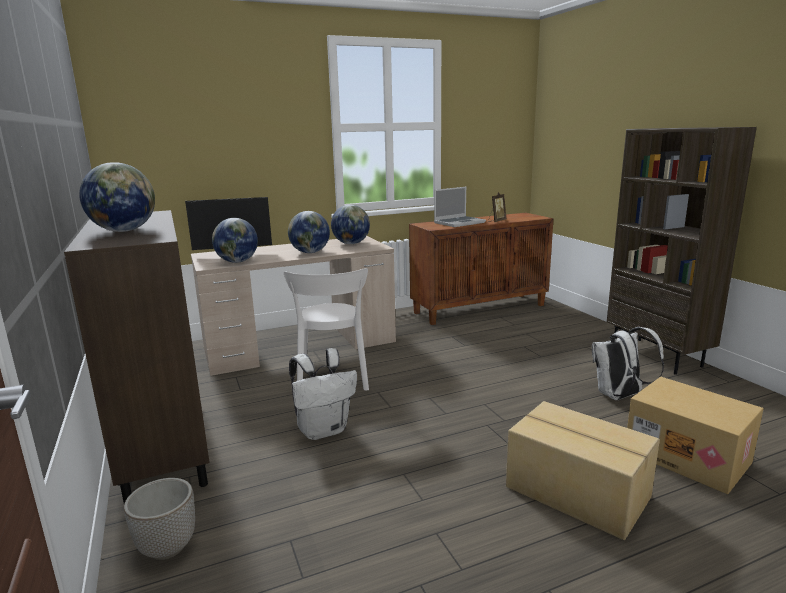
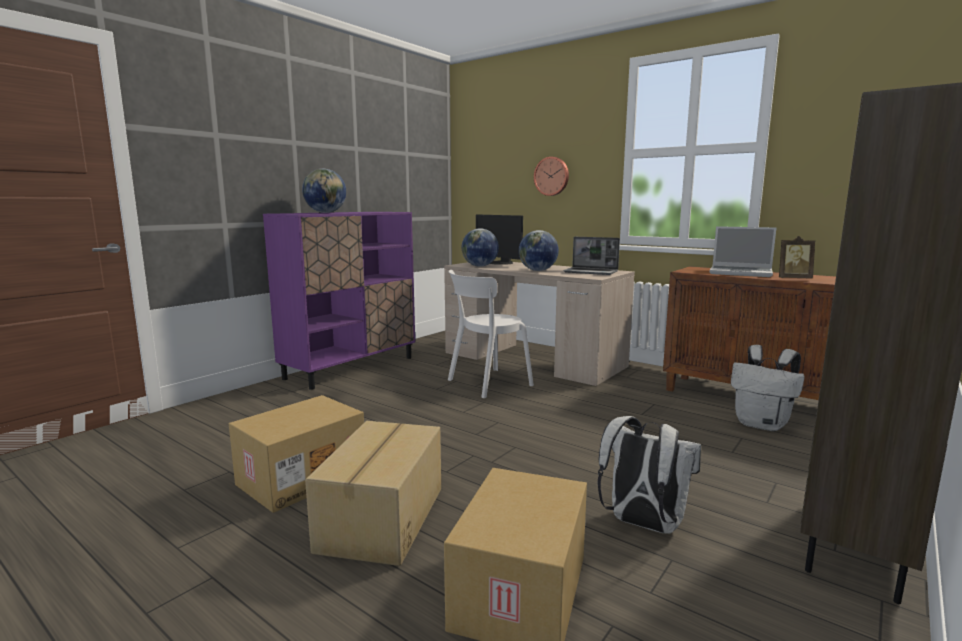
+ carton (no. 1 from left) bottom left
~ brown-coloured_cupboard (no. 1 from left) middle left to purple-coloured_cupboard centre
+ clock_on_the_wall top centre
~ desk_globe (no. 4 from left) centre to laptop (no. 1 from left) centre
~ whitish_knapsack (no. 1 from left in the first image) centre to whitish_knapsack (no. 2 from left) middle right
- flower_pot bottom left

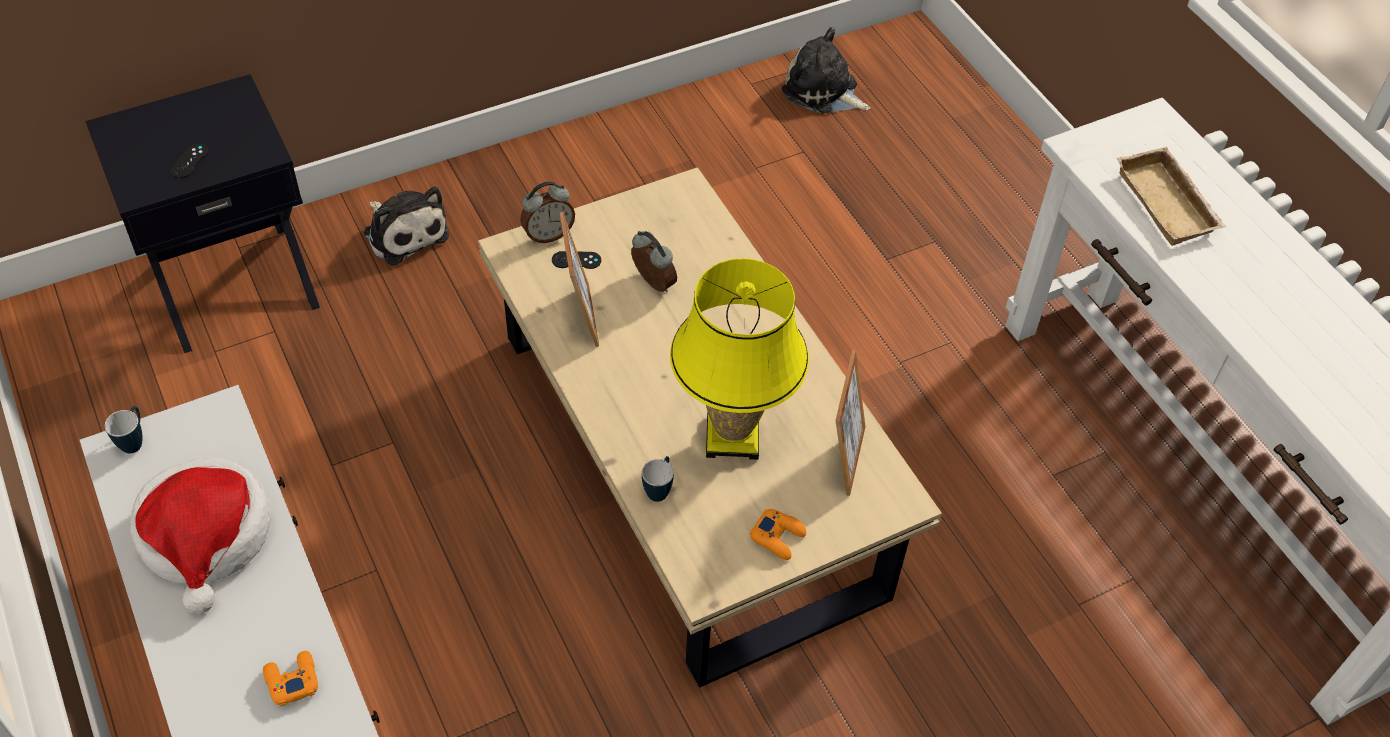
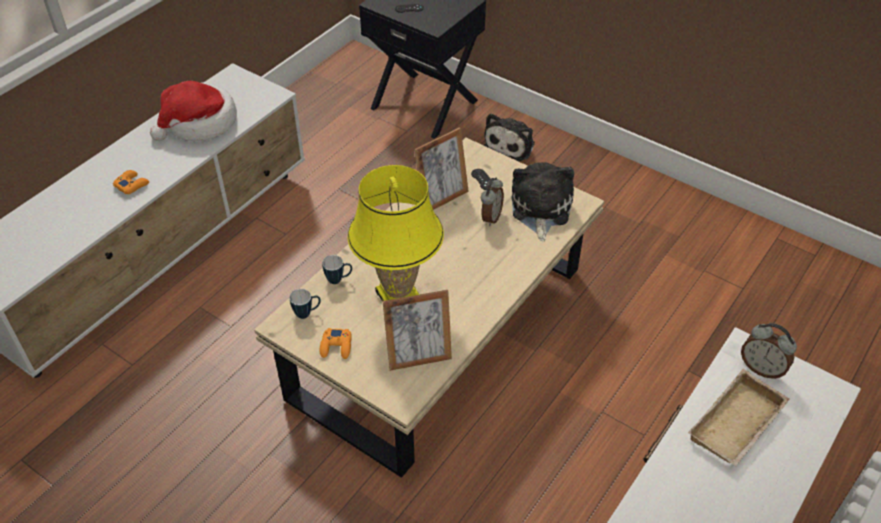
~ coffee_mug (no. 1 from left) middle left to centre
~ soft_toy (no. 2 from left) top centre to centre
~ table_clock (no. 1 from left in the first image) top centre to table_clock (no. 2 from left) bottom right

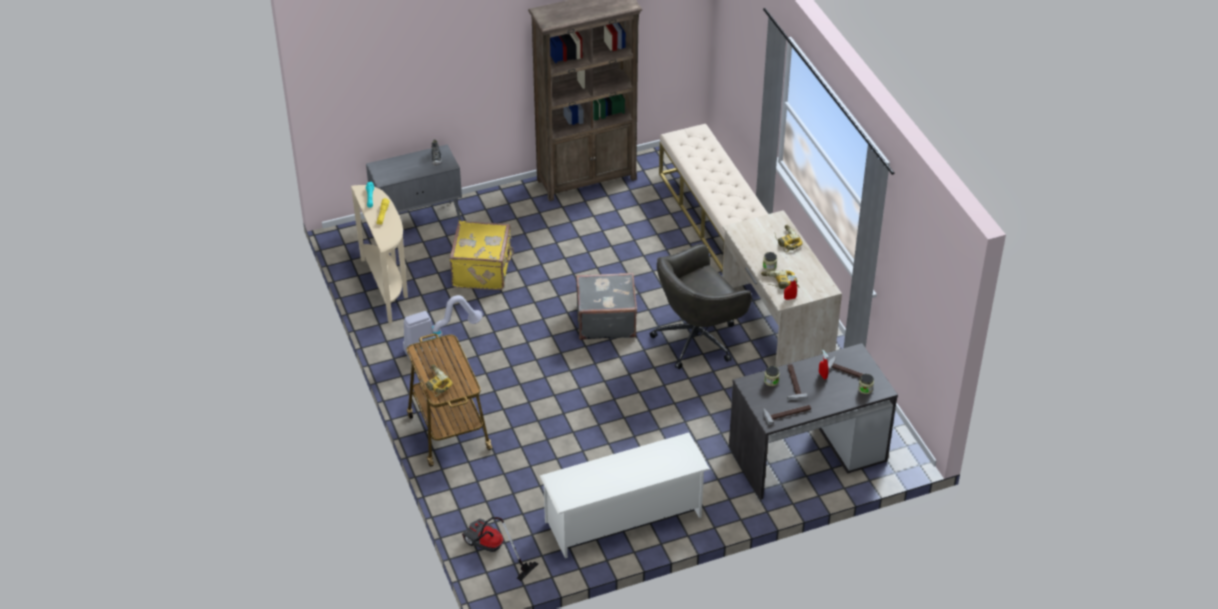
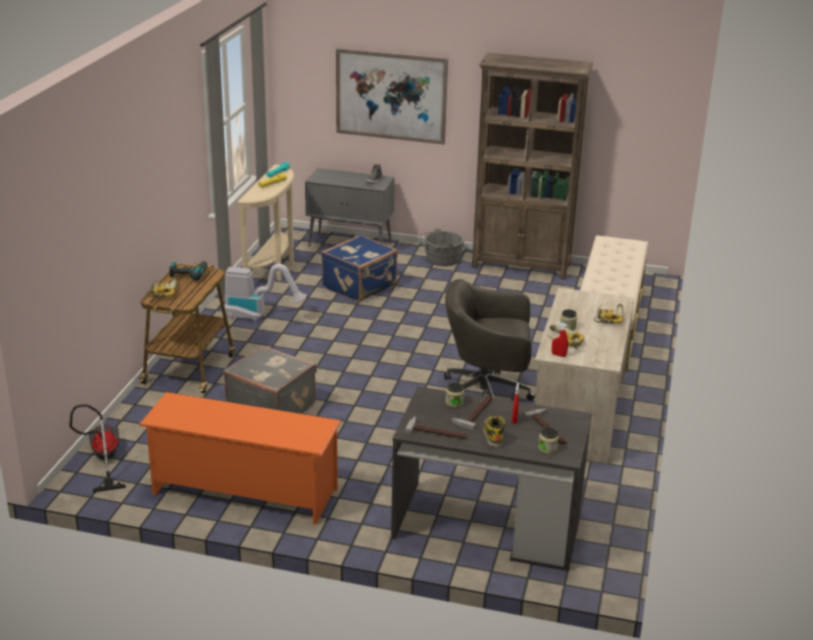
~ whitish_shoe_rack bottom centre to orange-coloured_shoe_rack bottom left
+ power_drill (no. 2 from left) middle left
~ gray_travel_case centre to middle left
~ yellow_travel_case centre to blue_travel_case centre
+ wall_picture top centre
+ gray_pail centre
+ high-top_boot bottom centre

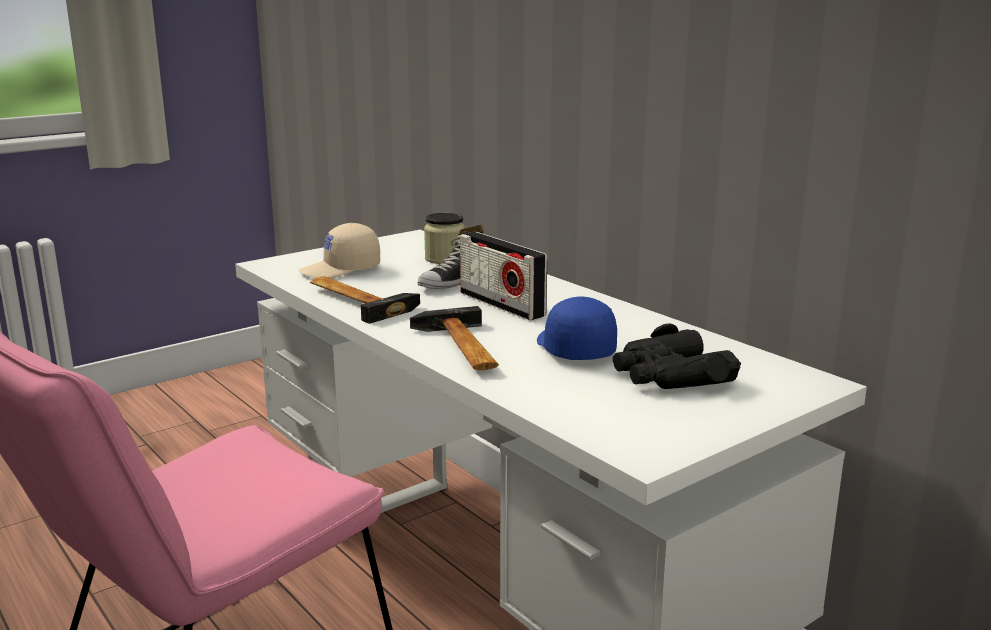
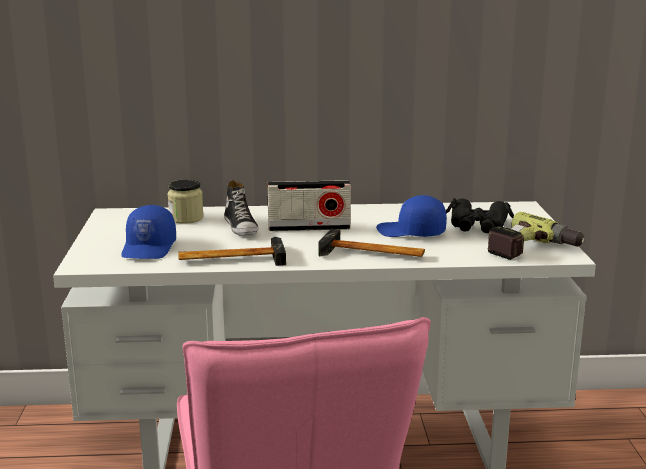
~ sand-coloured_peaked_cap centre to blue_peaked_cap (no. 1 from left) middle left
+ power_drill middle right

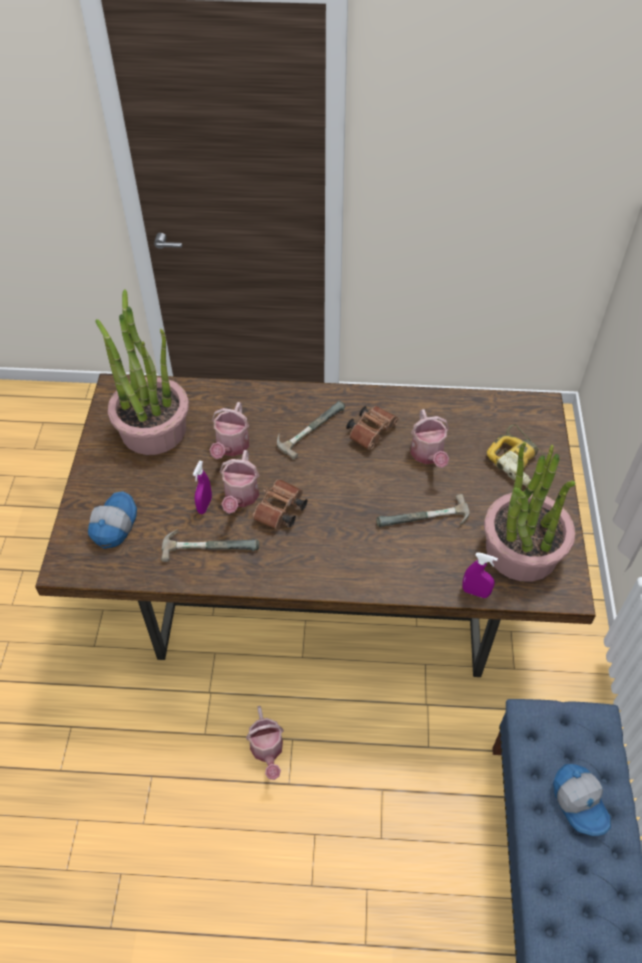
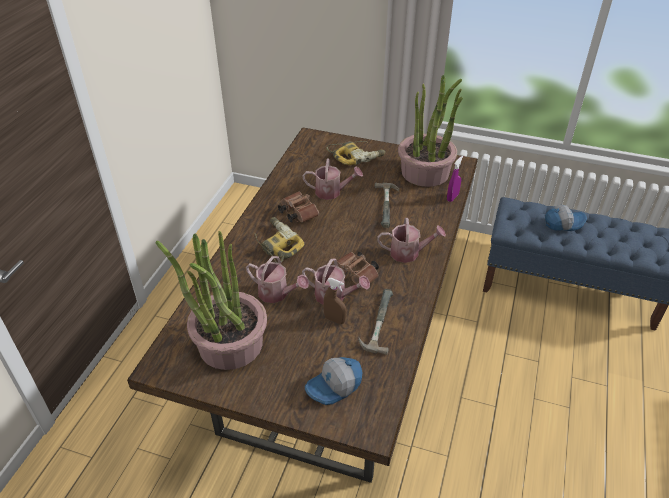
~ hammer (no. 2 from left) centre to power_drill (no. 1 from left) centre
~ peaked_cap (no. 1 from left) middle left = bottom centre 60 degrees counterclockwise
~ purple-coloured_sprayer (no. 1 from left) middle left to brown-coloured_sprayer centre
~ watering_can (no. 3 from left in the first image) bottom centre to watering_can (no. 4 from left) centre

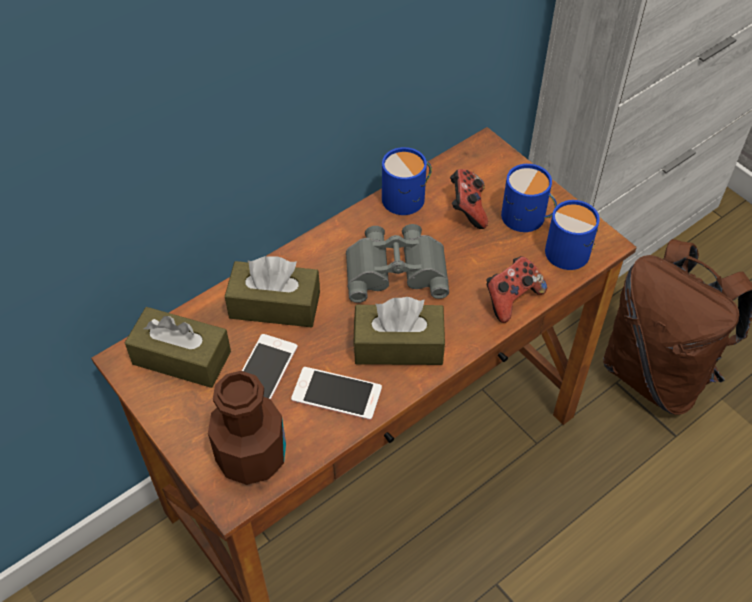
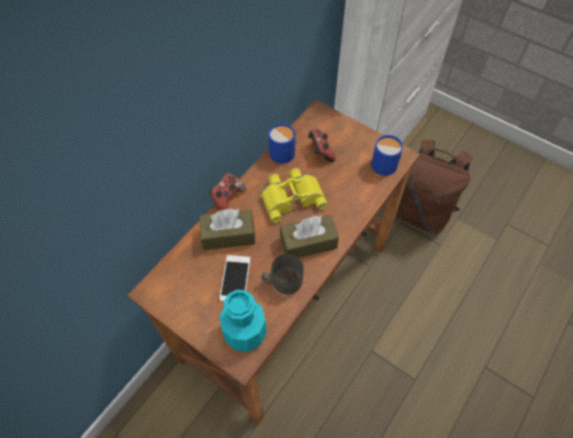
~ gamepad (no. 2 from left in the first image) middle right to gamepad (no. 1 from left) centre
~ brown-coloured_drink_bottle bottom left to turquoise-coloured_drink_bottle bottom centre
~ gray_pair_of_binoculars centre to yellow_pair_of_binoculars centre
~ handset (no. 2 from left) centre to gray_coffee_mug centre
- brown-coloured_box_of_tissues (no. 1 from left) middle left
- blue_coffee_mug (no. 2 from left) top right

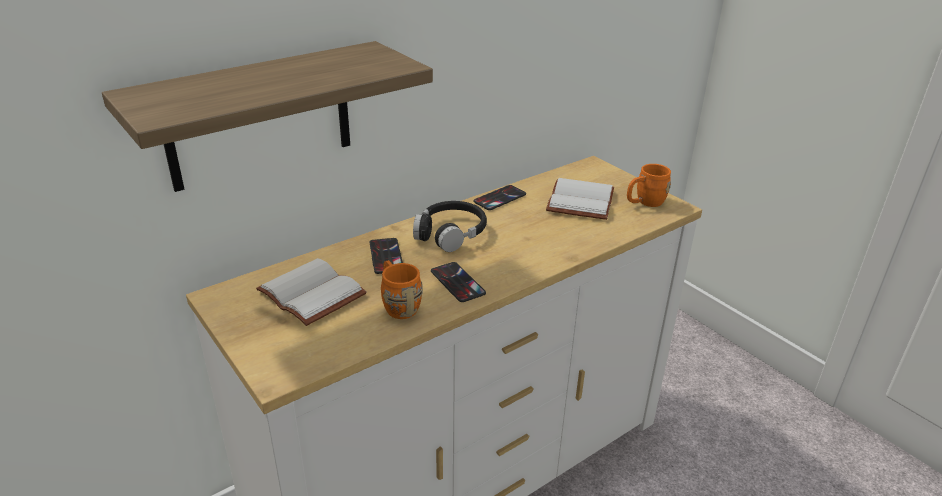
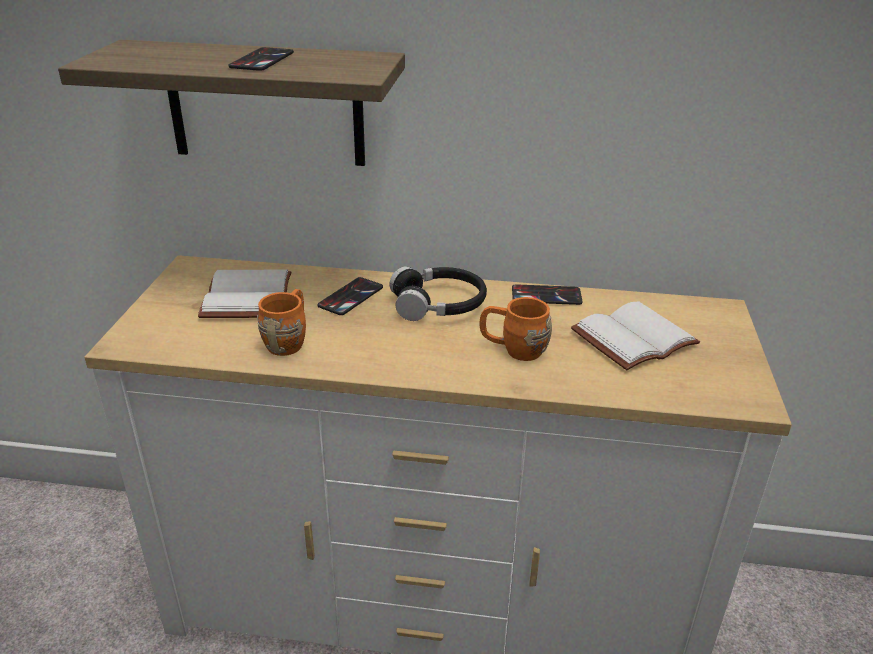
~ handset (no. 2 from left in the first image) centre to handset (no. 1 from left) top left
~ orange-coloured_coffee_mug (no. 2 from left) middle right to centre

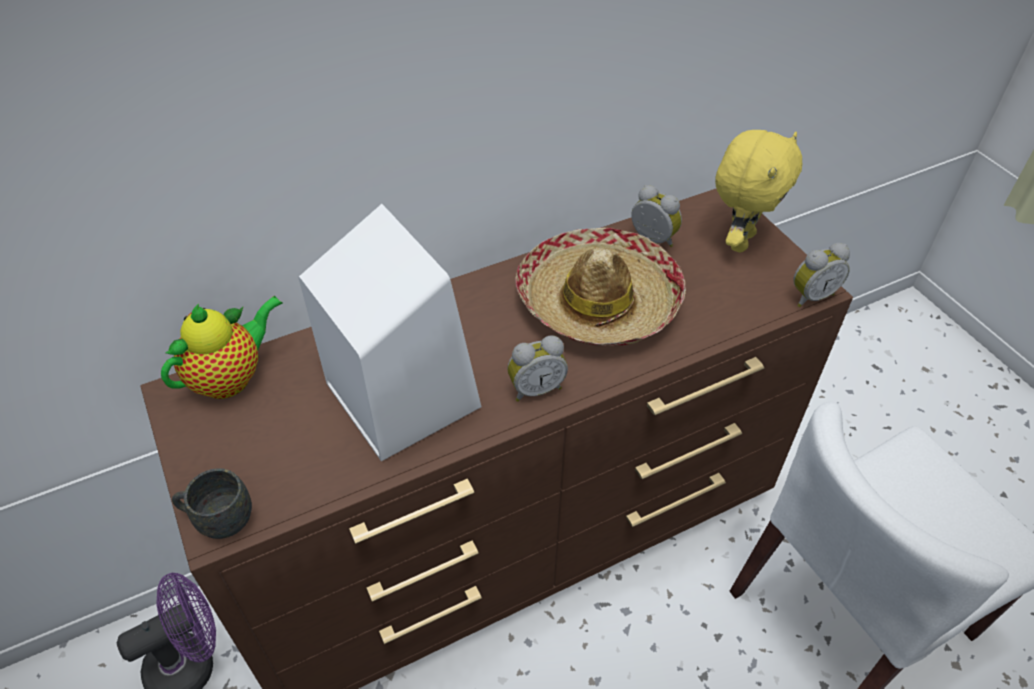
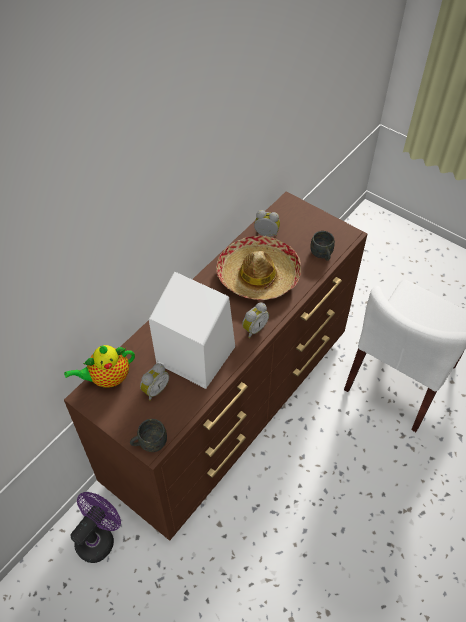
~ teapot middle left = middle left 135 degrees counterclockwise
~ table_clock (no. 3 from left in the first image) middle right to table_clock (no. 1 from left) middle left
+ gray_coffee_mug (no. 2 from left) middle right
- yellow_soft_toy top right

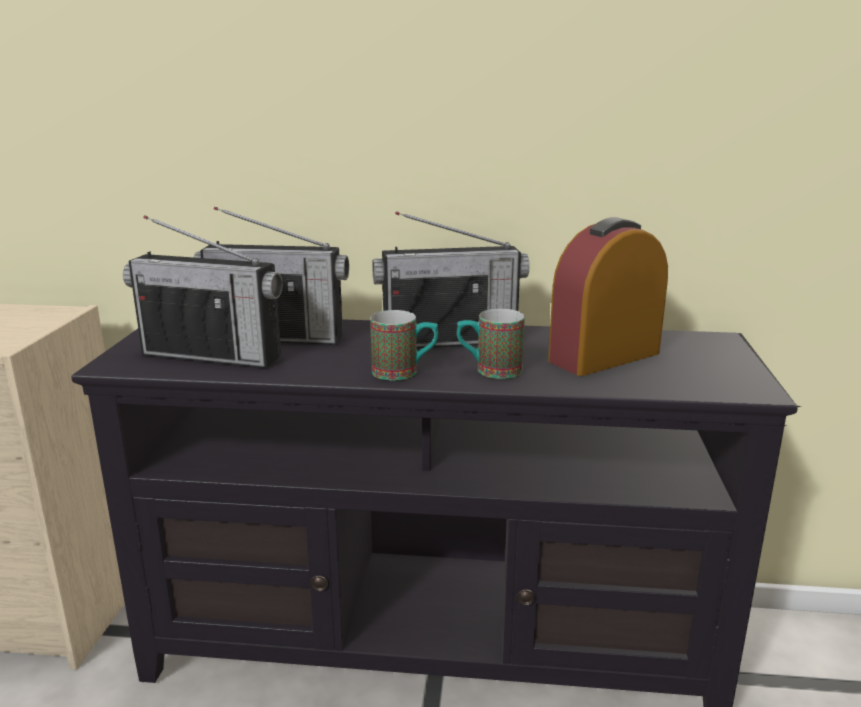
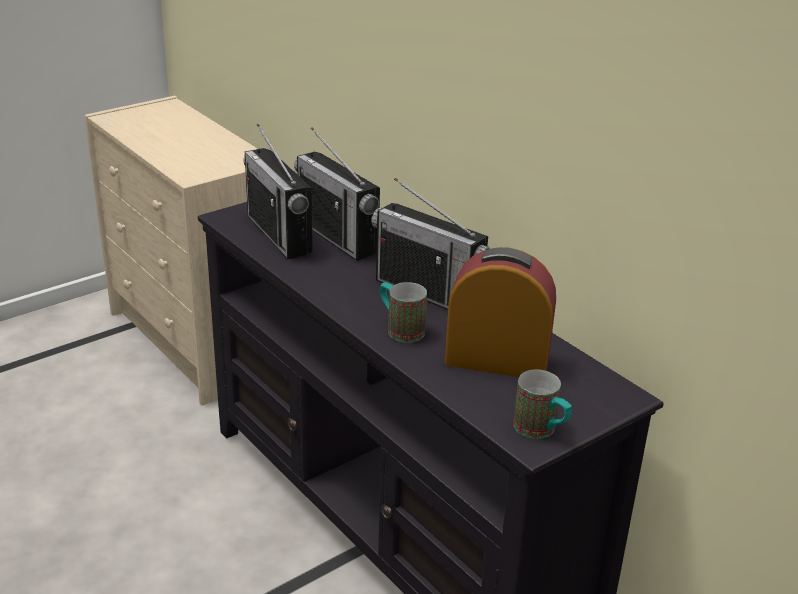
~ coffee_mug (no. 1 from left in the first image) centre to coffee_mug (no. 2 from left) bottom right

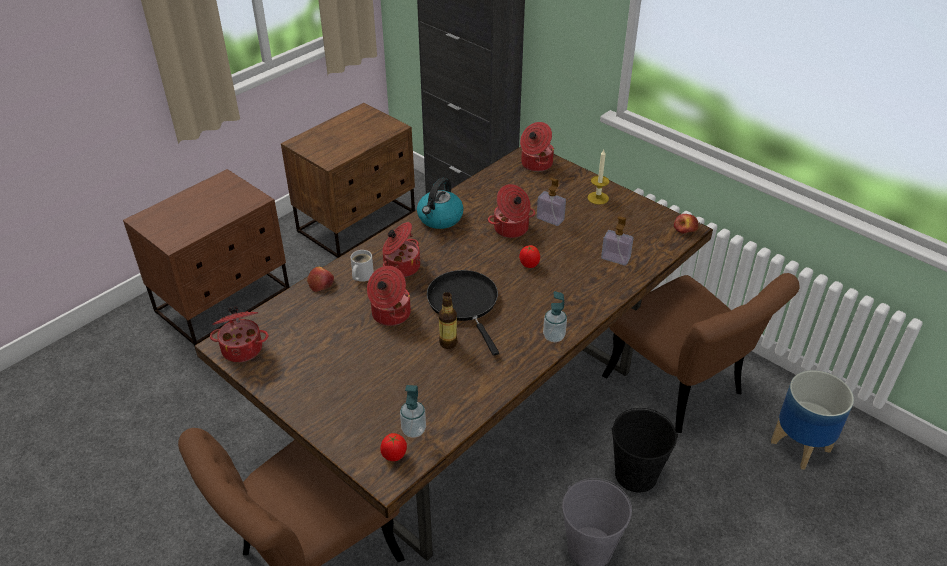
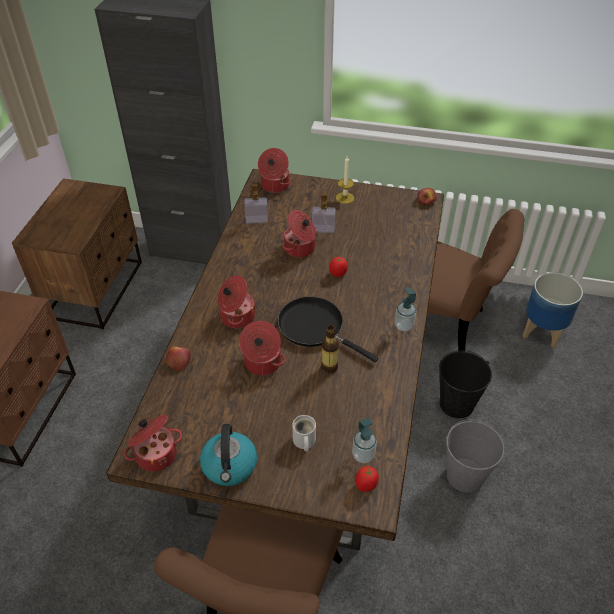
~ tea_kettle centre to bottom centre
~ liquid_soap_bottle (no. 4 from left in the first image) centre to liquid_soap_bottle (no. 1 from left) top centre
~ whitish_coffee_mug centre to bottom centre

